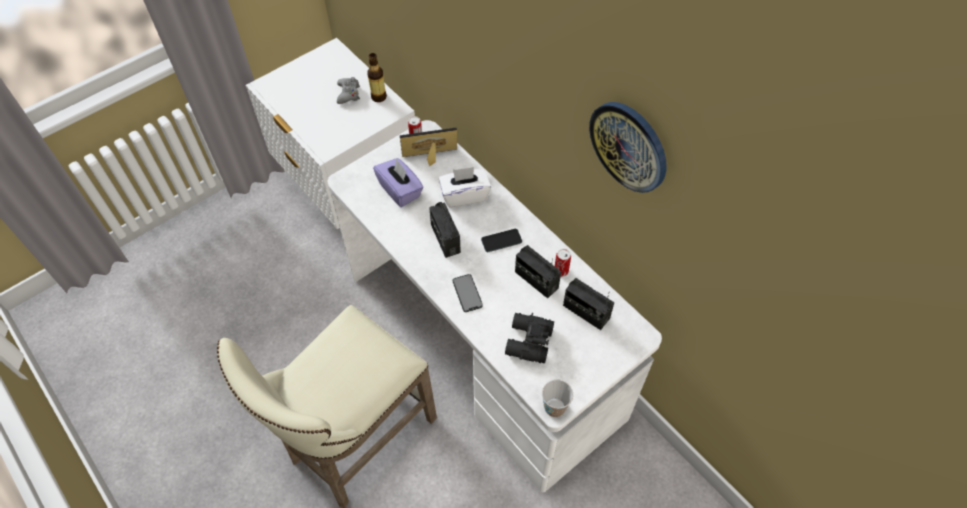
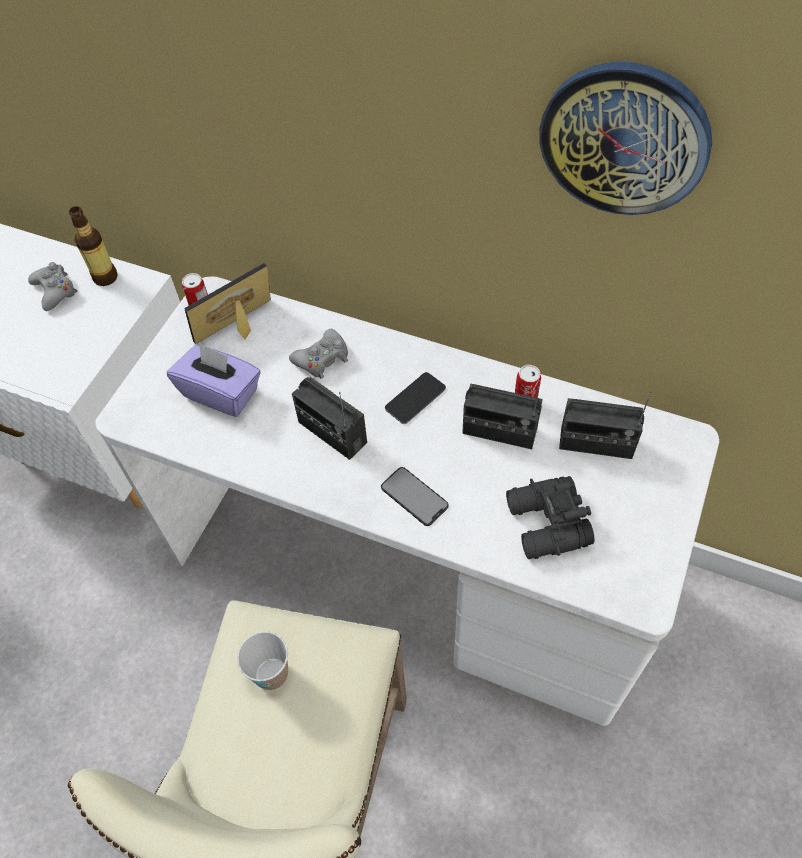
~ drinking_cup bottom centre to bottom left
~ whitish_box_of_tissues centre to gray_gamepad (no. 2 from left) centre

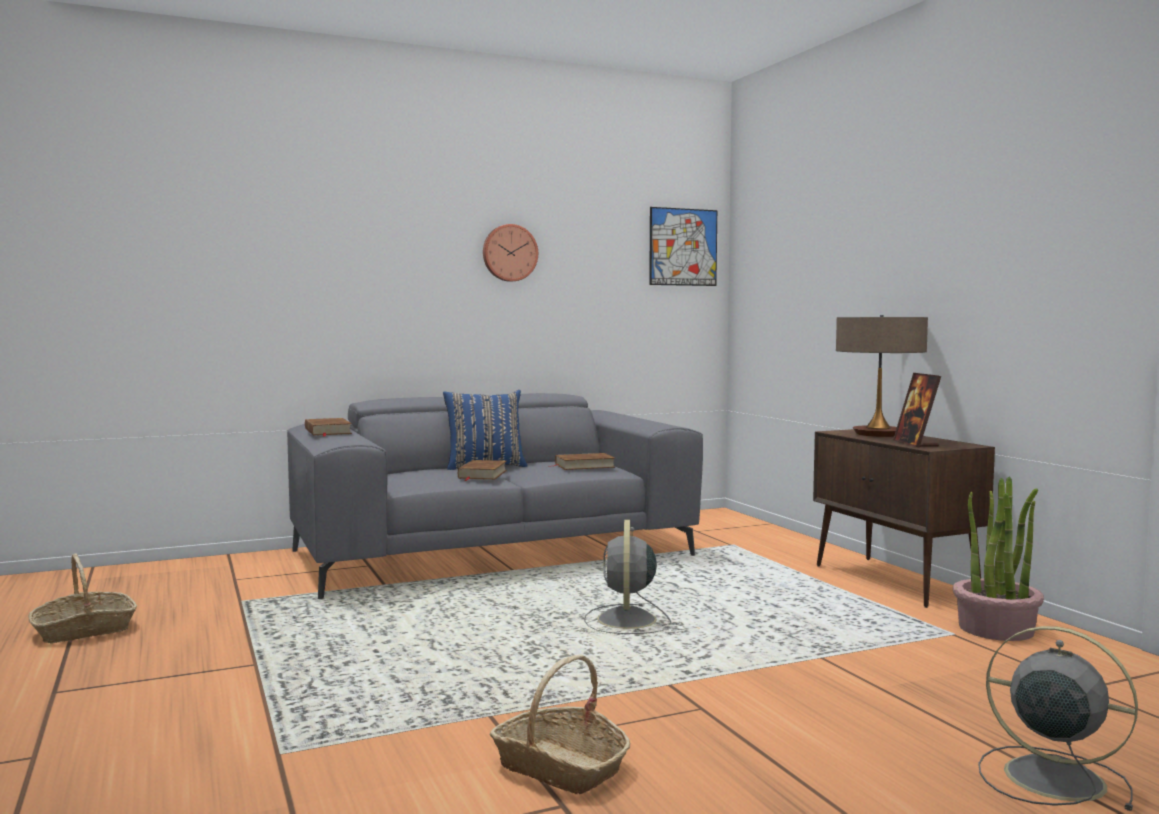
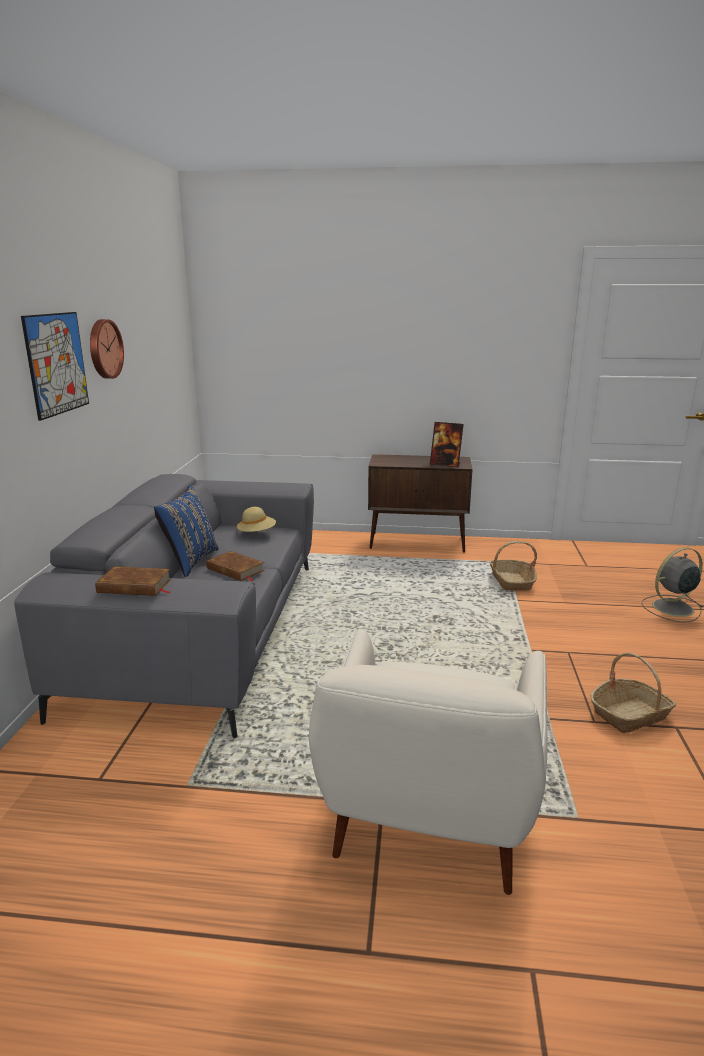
~ wall_picture top centre to middle left
~ brown-coloured_volume (no. 3 from left) centre to sand-coloured_wearable_hat centre
+ whitish_lounge_chair bottom centre
~ storage_basket (no. 1 from left) bottom left to middle right
- gray_electric_fan (no. 1 from left) bottom centre
- tabletop_lamp middle right
- potted_plant bottom right

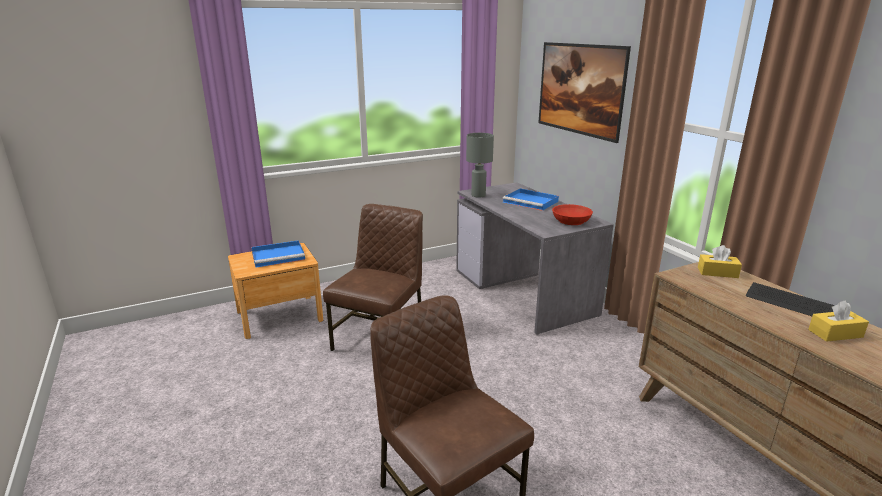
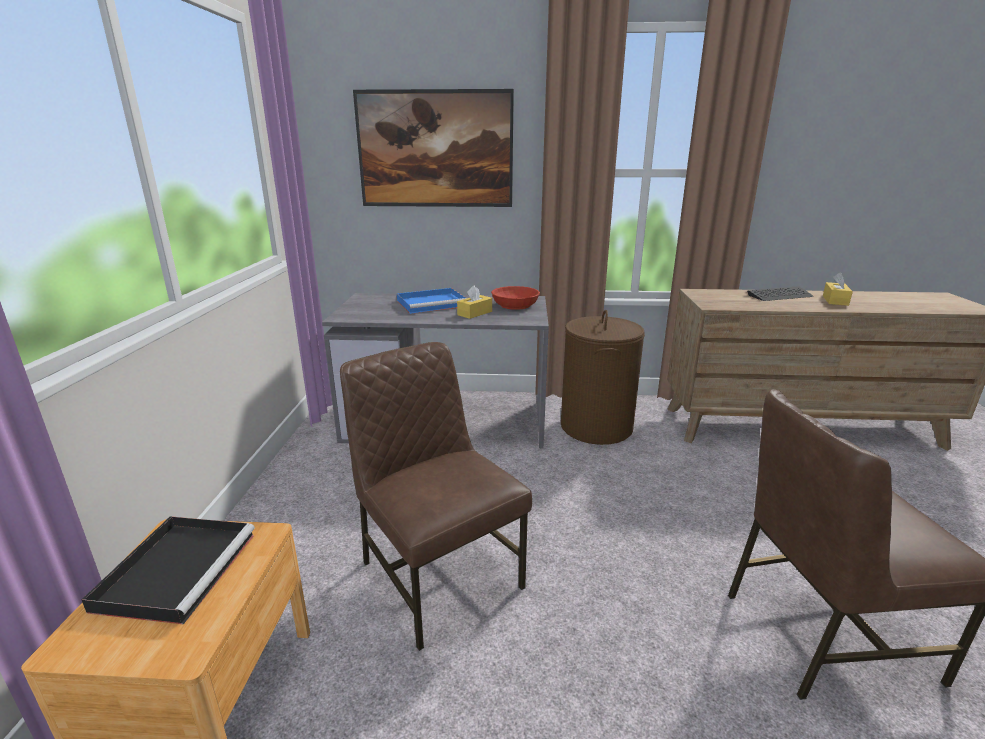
~ blue_serving_tray (no. 1 from left) middle left to black-coloured_serving_tray bottom left
~ yellow_box_of_tissues (no. 1 from left) middle right to centre
+ brown-coloured_hamper centre
- gray_tabletop_lamp top centre

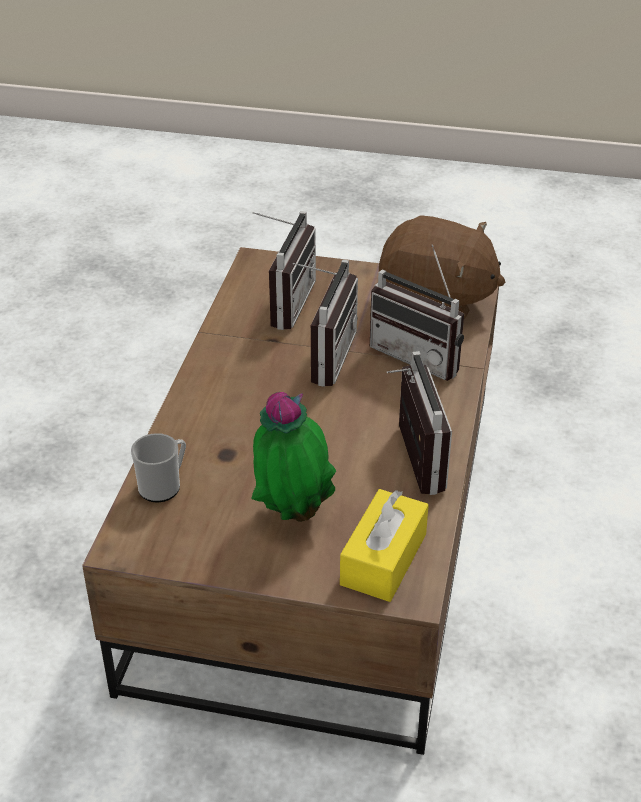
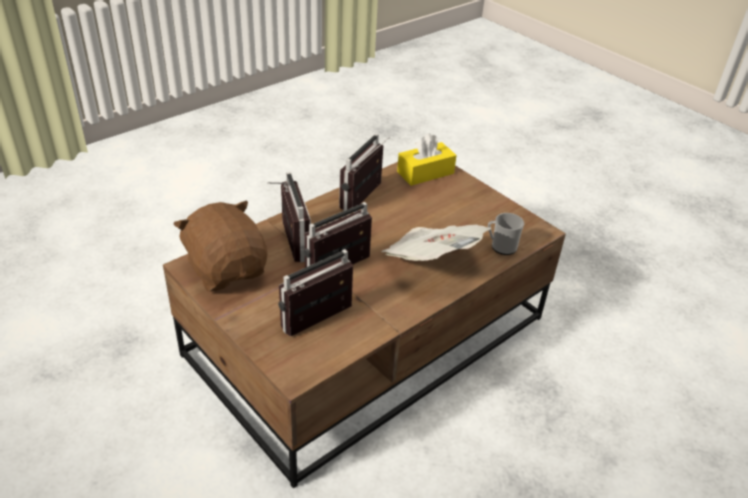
+ printed_paper centre
- potted_plant centre

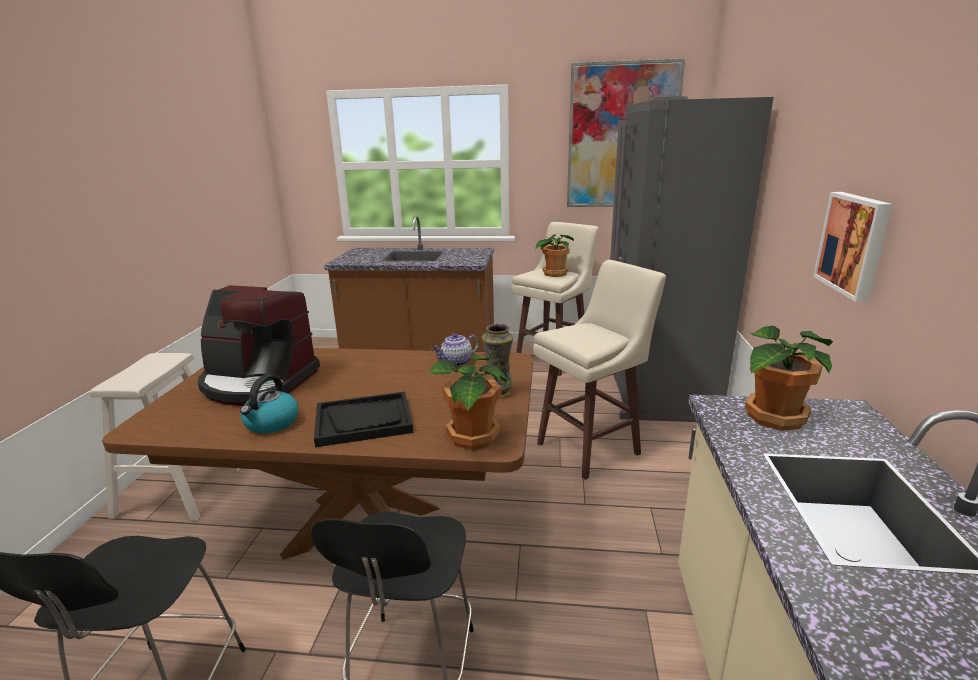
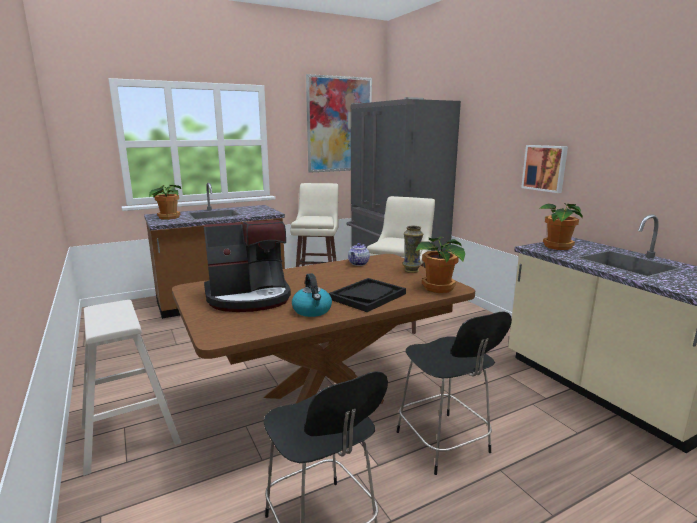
~ potted_plant (no. 2 from left in the first image) centre to potted_plant (no. 1 from left) middle left

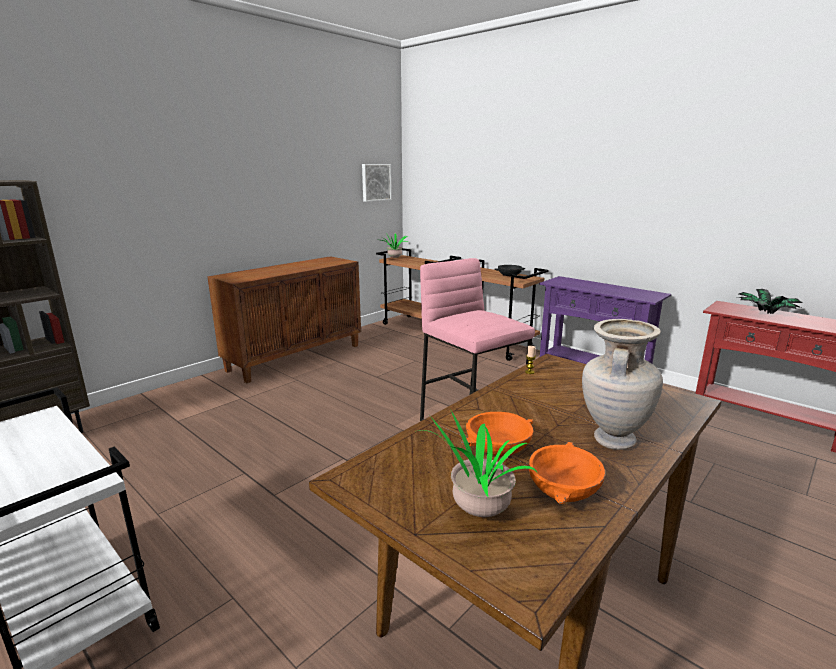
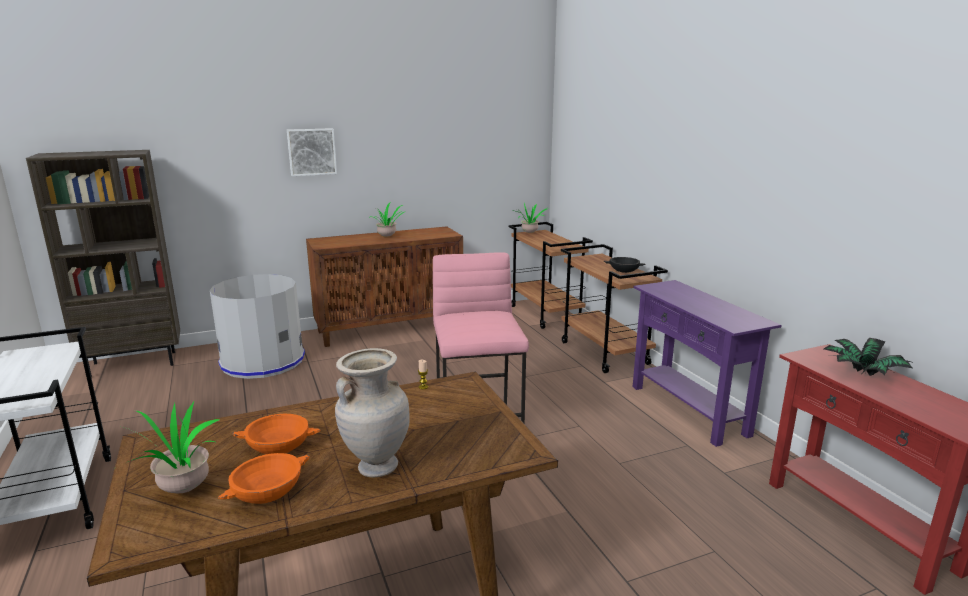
+ gray_rubbish_bin middle left
~ wall_picture top centre to top left
+ potted_plant (no. 2 from left) centre

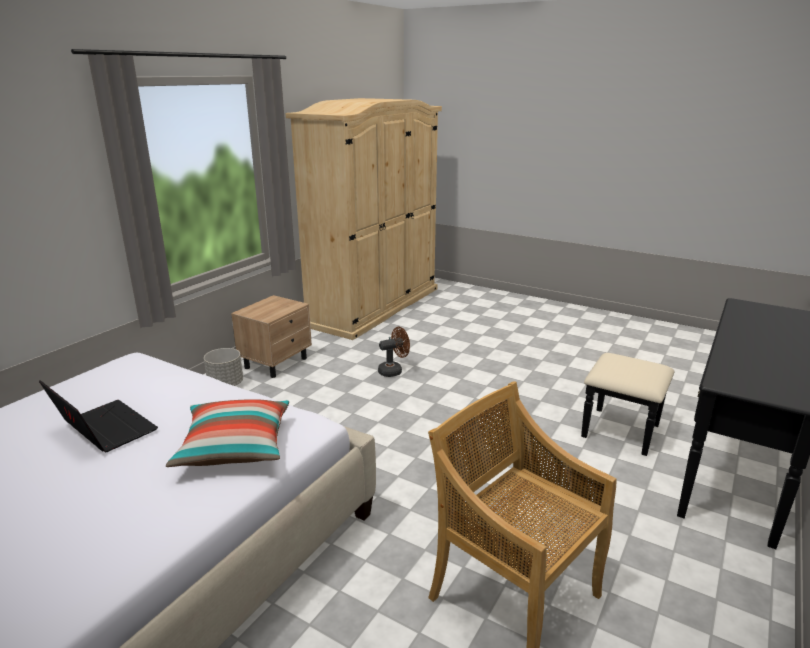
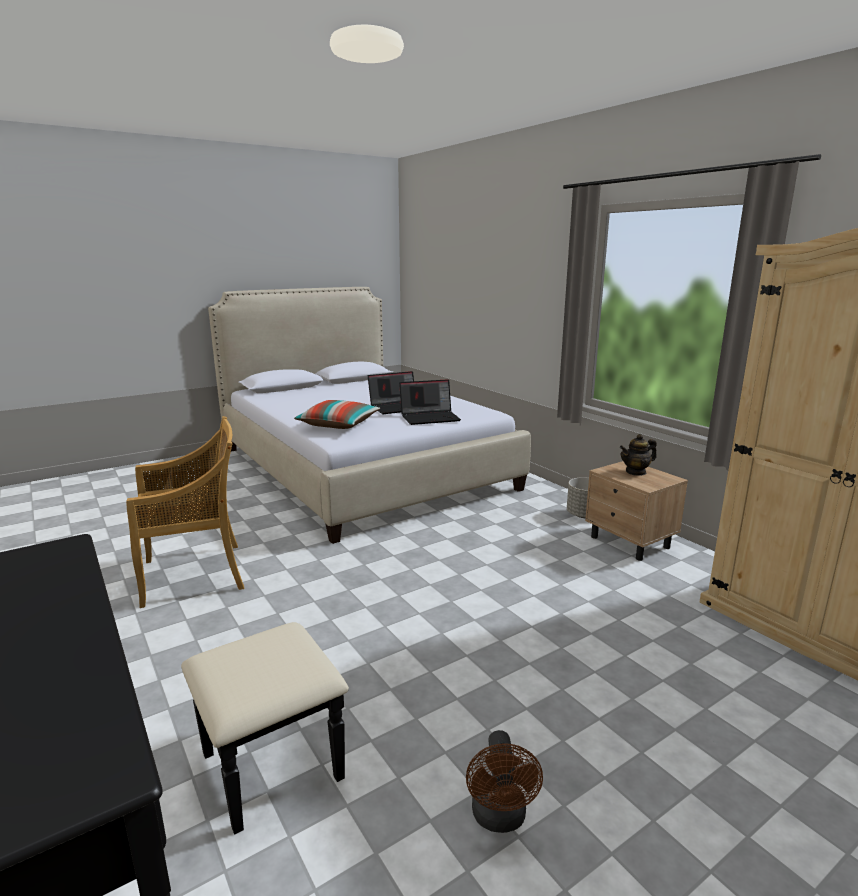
+ laptop (no. 2 from left) centre
~ brown-coloured_electric_fan centre to bottom centre
+ teapot middle right

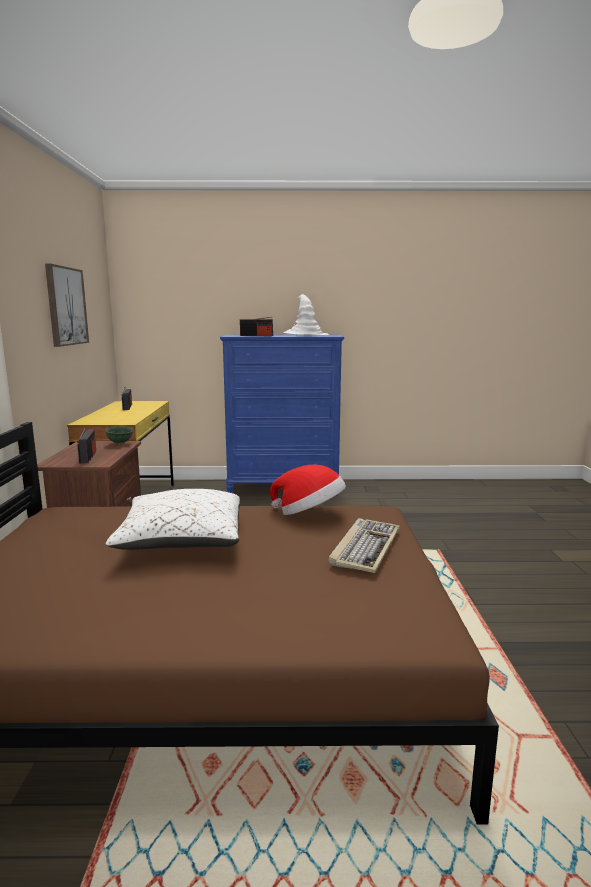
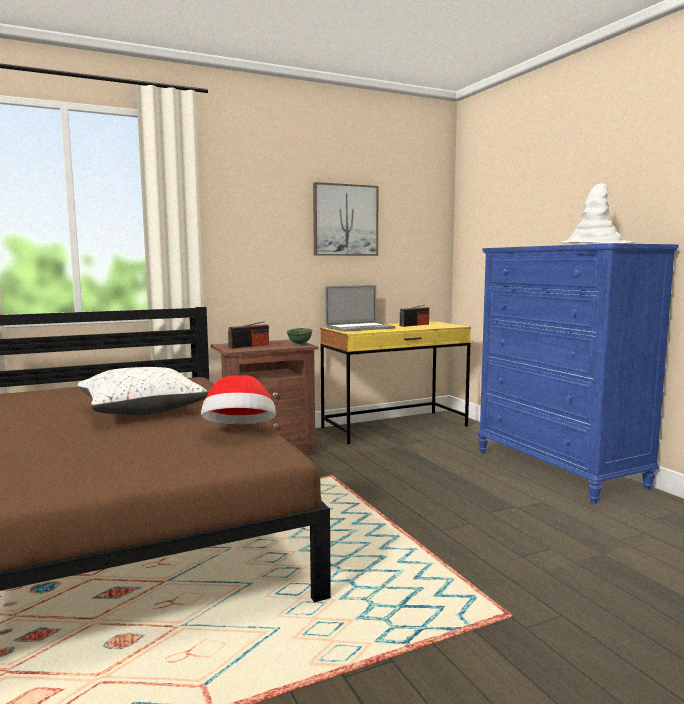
+ laptop centre
- radio_set (no. 3 from left) centre
- keyboard centre

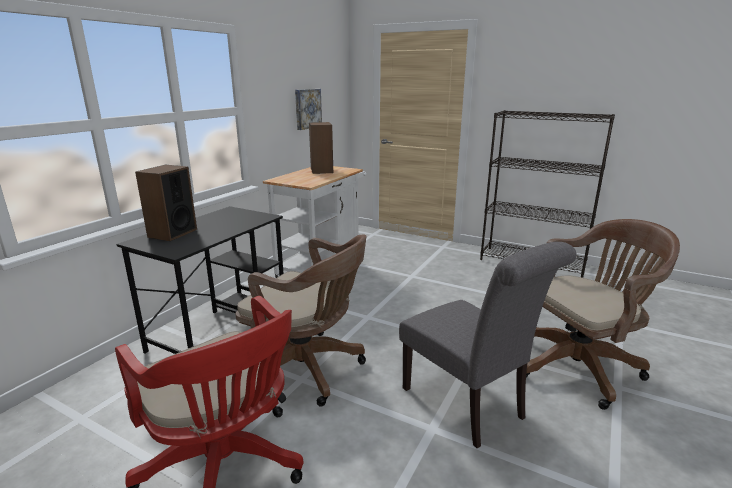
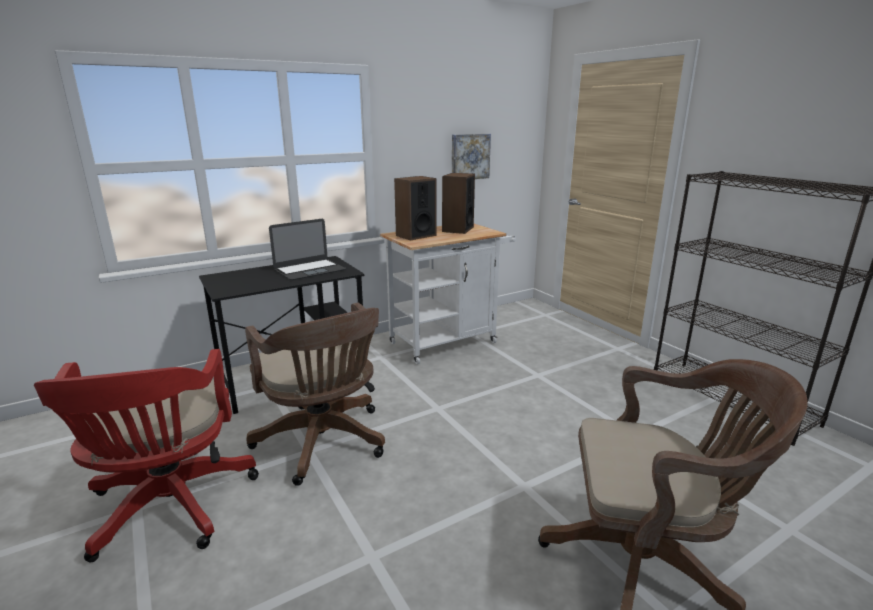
+ laptop centre
~ loudspeaker (no. 1 from left) middle left to centre
- gray_plain_chair bottom centre

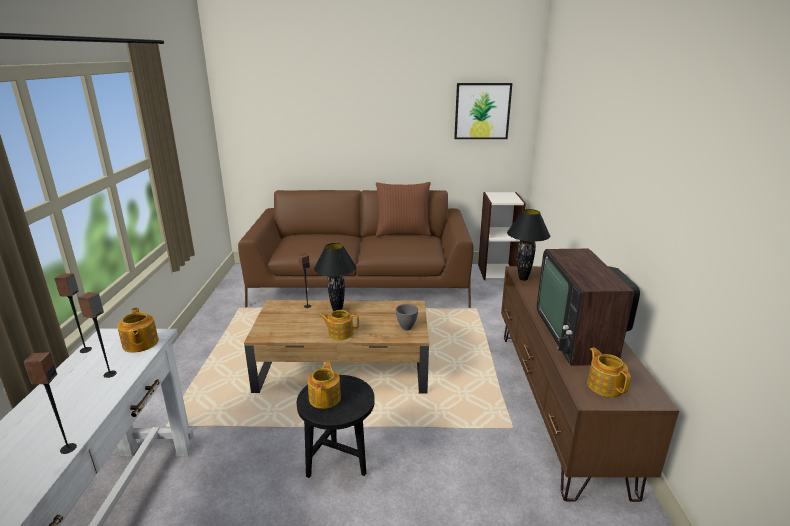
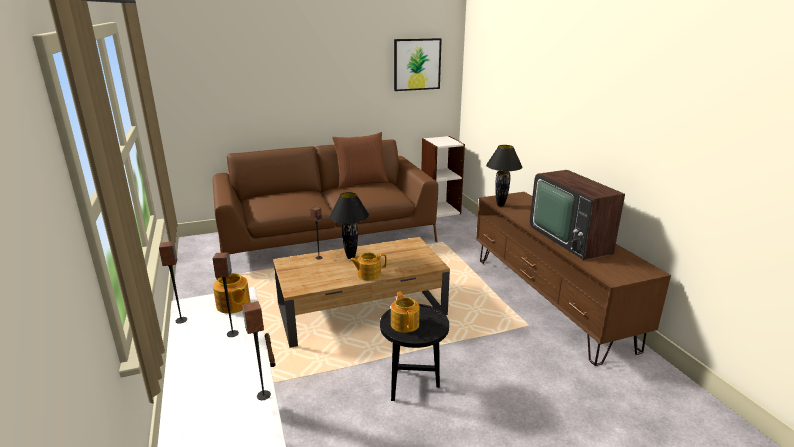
- gray_bowl centre
- teapot (no. 4 from left) bottom right

